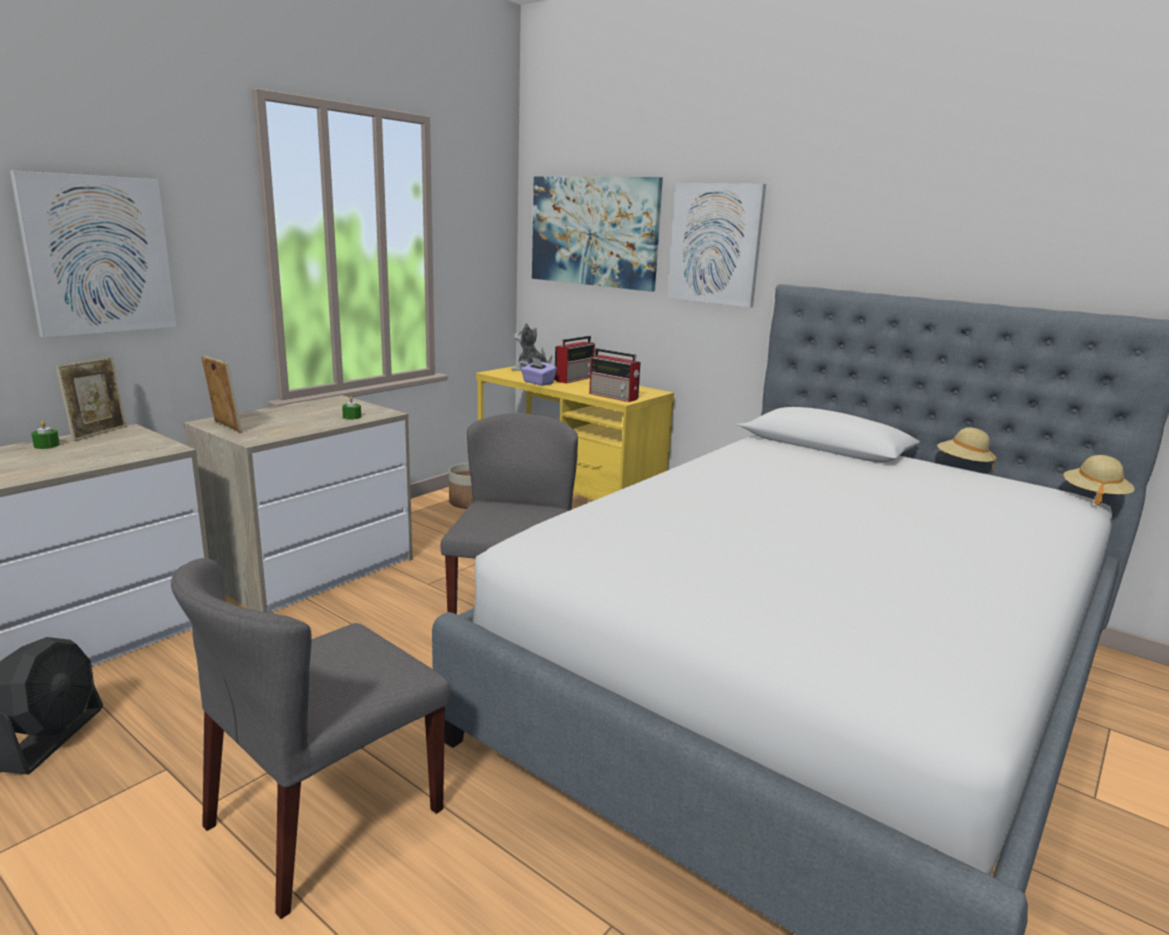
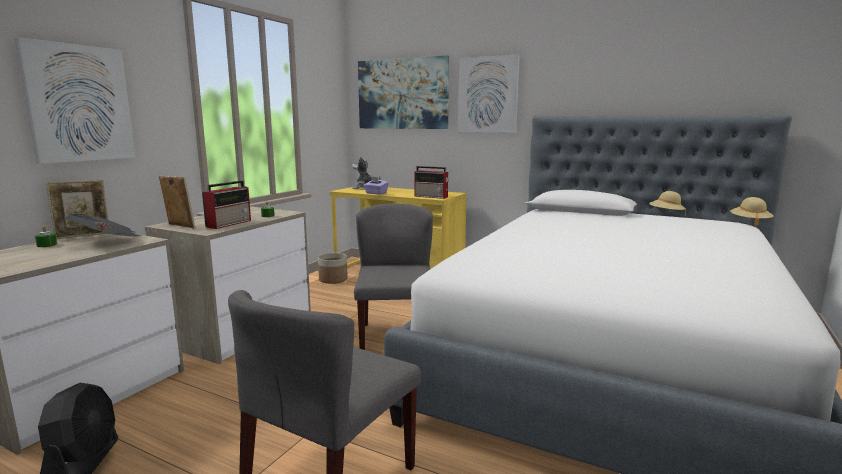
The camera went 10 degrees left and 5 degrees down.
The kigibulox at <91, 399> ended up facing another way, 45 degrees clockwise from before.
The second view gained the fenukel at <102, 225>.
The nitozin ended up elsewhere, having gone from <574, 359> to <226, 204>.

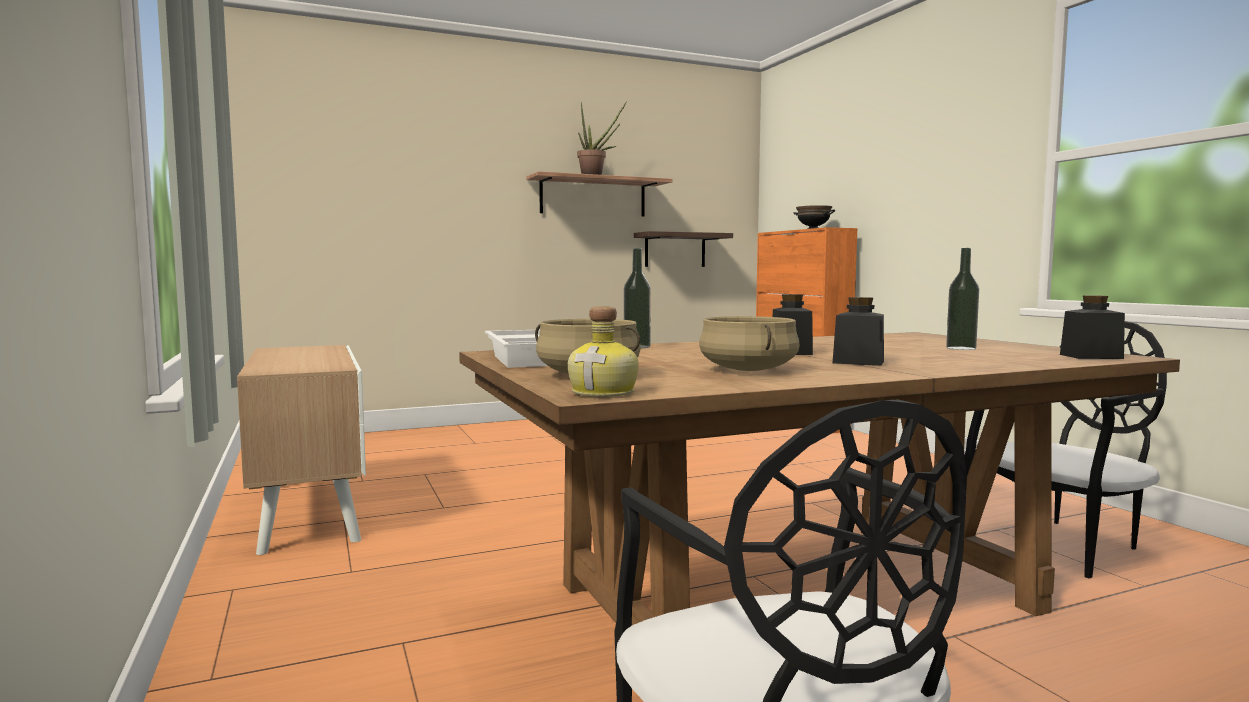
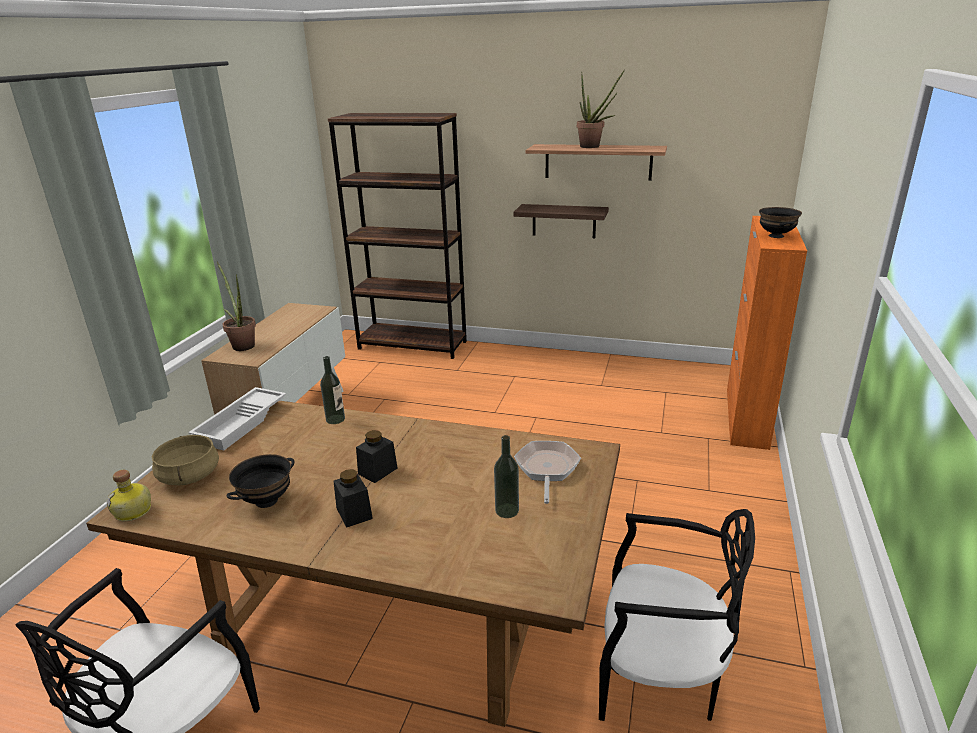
The camera went 40 degrees right and 20 degrees up.
The second view gained the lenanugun at <236, 306>.
Where the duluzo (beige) stood at <749, 343>, the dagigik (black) came to stand at <260, 481>.
The second view gained the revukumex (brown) at <397, 236>.
The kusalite ended up elsewhere, having gone from <683, 249> to <561, 221>.
The second view gained the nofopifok at <547, 472>.
The second view lost the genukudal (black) at <1092, 327>.

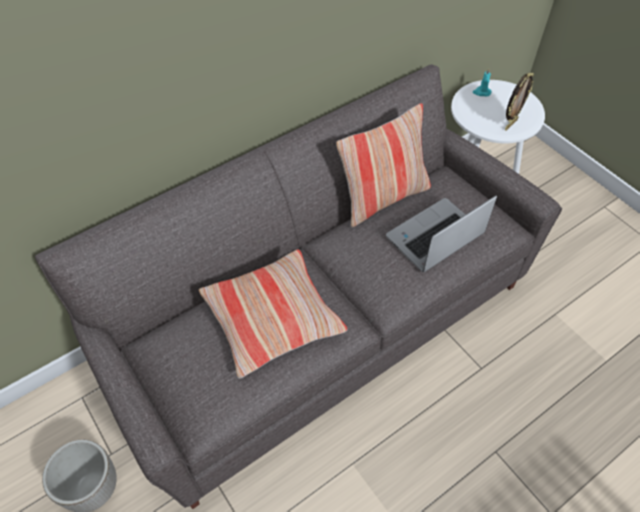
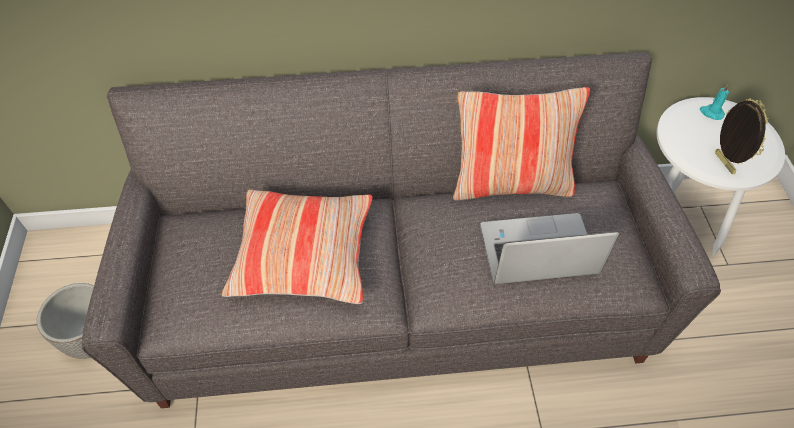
The camera went 30 degrees right and 0 degrees up.
The kigibulox at <519, 101> ended up facing another way, 90 degrees counterclockwise from before.

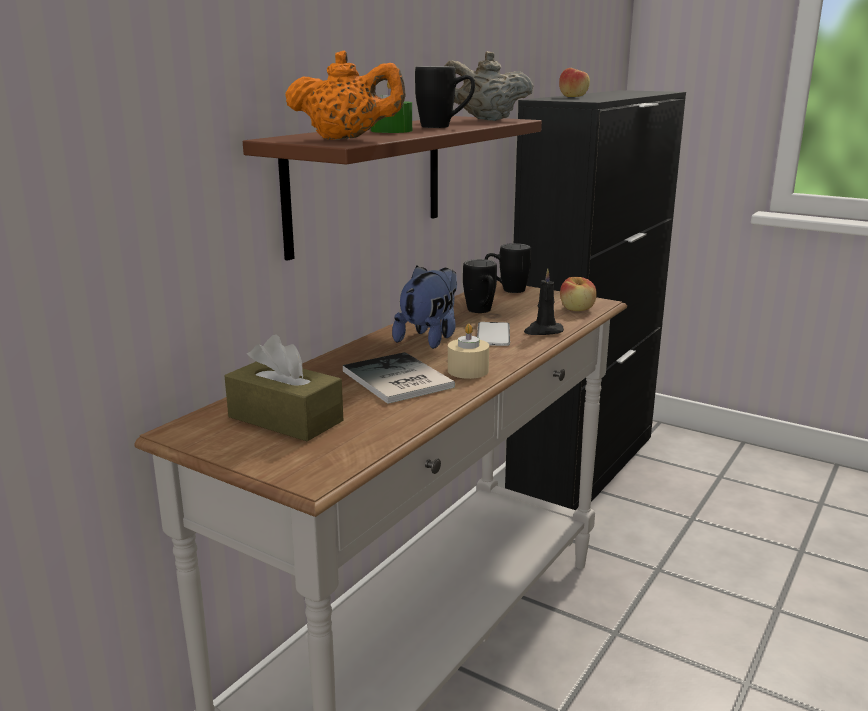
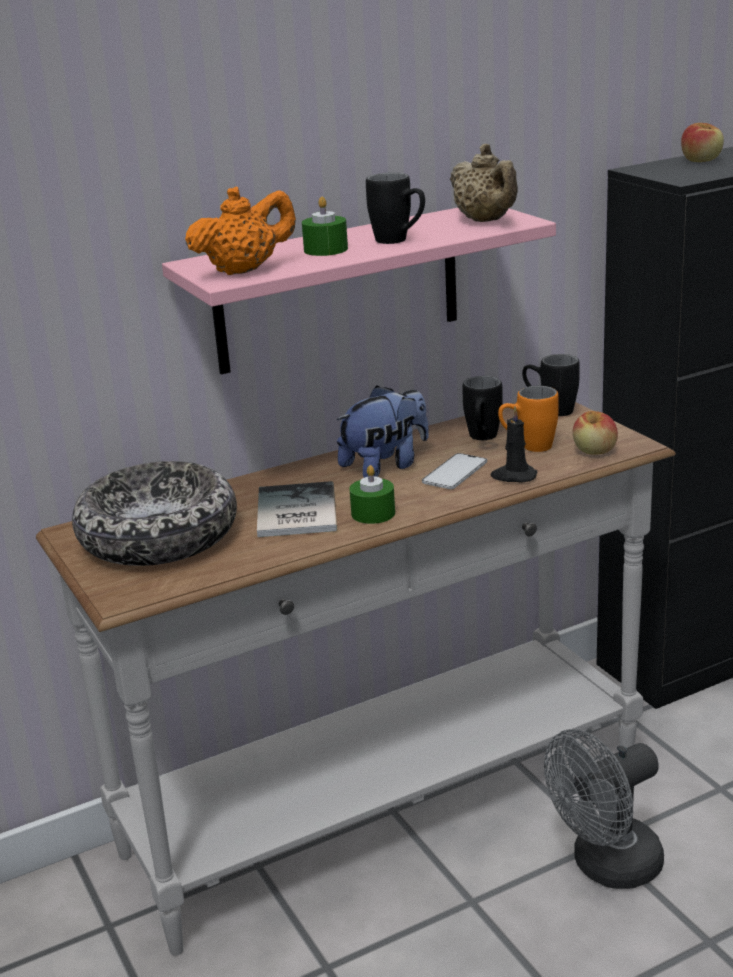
The camera went 30 degrees right and 5 degrees up.
Where the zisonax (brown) stood at <284, 388>, the dagigik came to stand at <154, 513>.
What was the kusalite (brown) at <392, 188> turned into the kusalite (pink) at <359, 291>.
The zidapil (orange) at <345, 95> ended up facing another way, 60 degrees counterclockwise from before.
What was the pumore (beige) at <468, 351> turned into the pumore (green) at <372, 494>.
The zidapil (beige) at <489, 86> ended up facing another way, 150 degrees counterclockwise from before.
The second view gained the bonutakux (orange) at <528, 419>.
The second view gained the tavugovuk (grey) at <604, 809>.

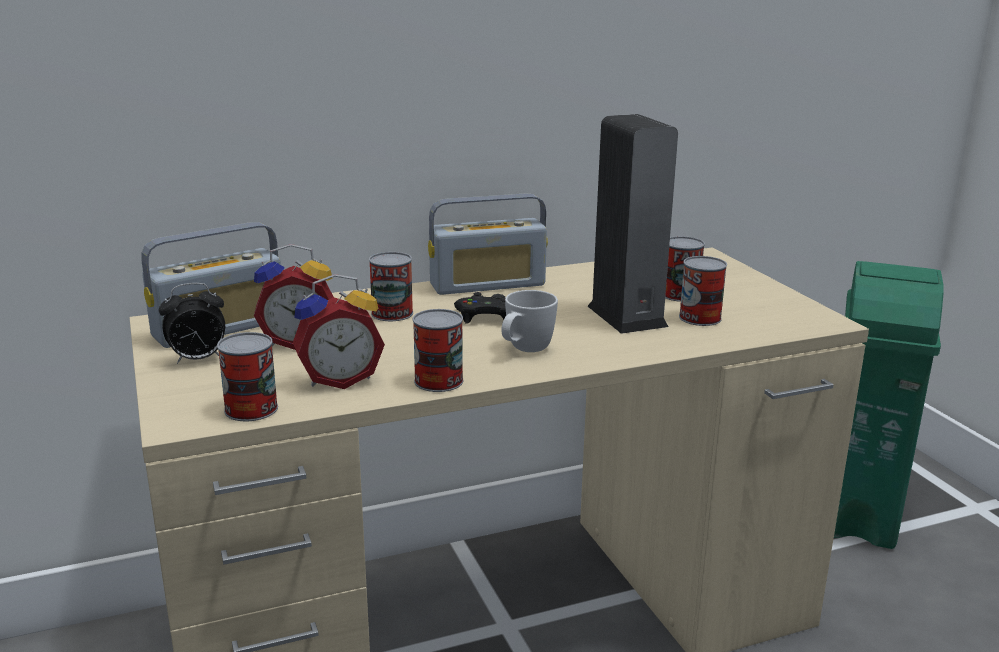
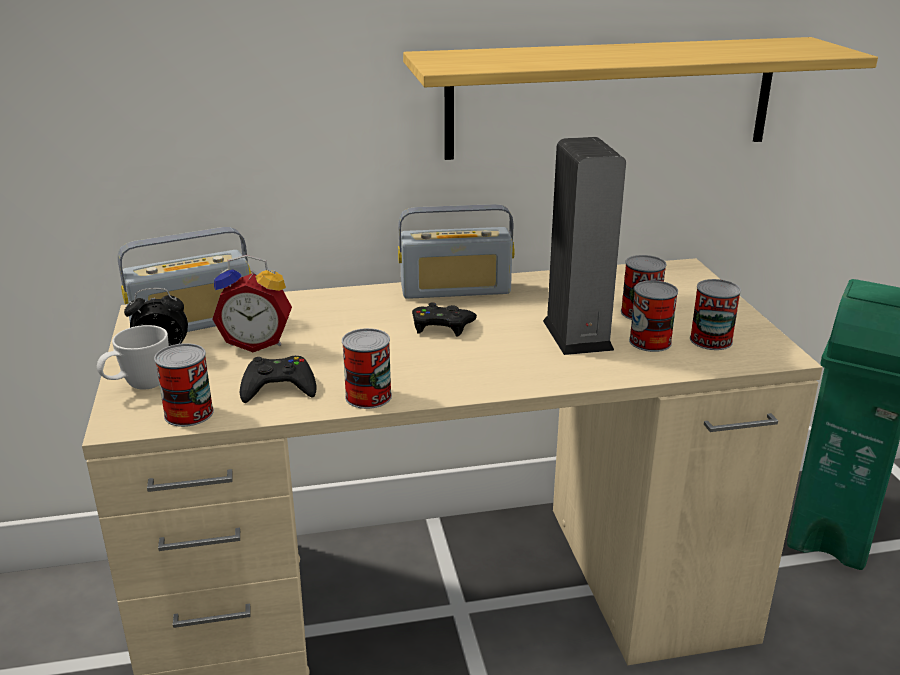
The camera went 10 degrees right and 5 degrees up.
The bonutakux (white) ended up elsewhere, having gone from <529, 321> to <133, 357>.
Where the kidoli stood at <339, 331>, the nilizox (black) came to stand at <278, 379>.
The second view gained the kusalite at <640, 98>.
The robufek ended up elsewhere, having gone from <391, 286> to <715, 314>.

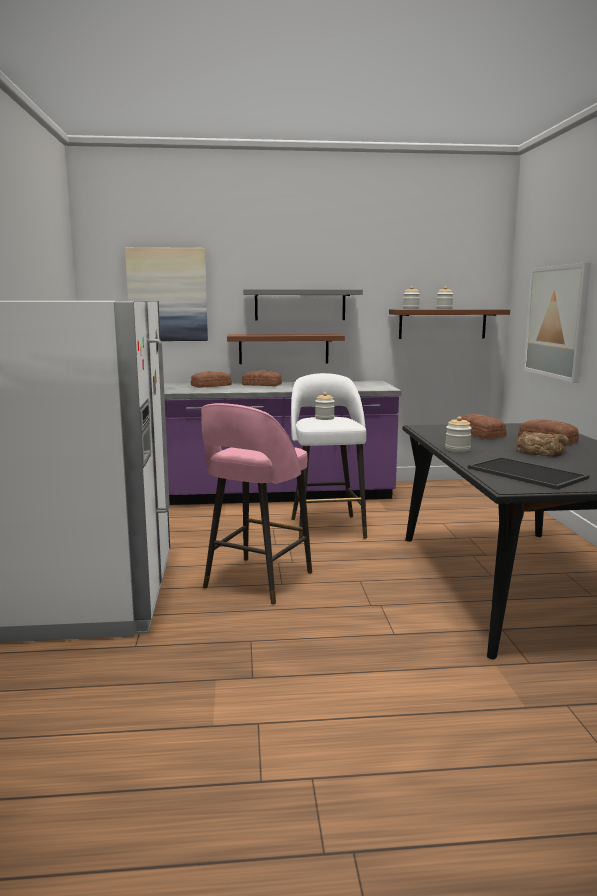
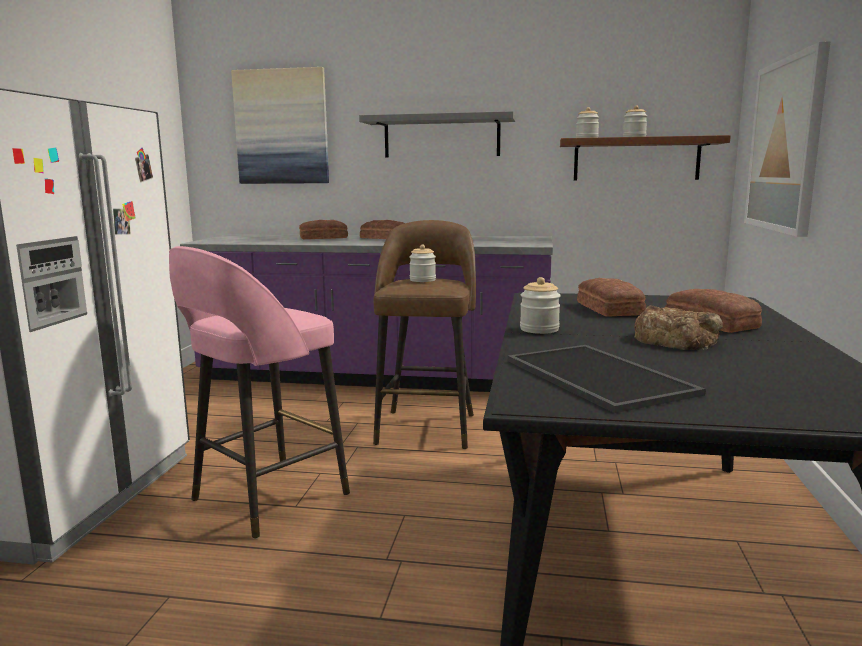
The camera went 15 degrees right and 0 degrees up.
What was the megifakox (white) at <329, 456> turned into the megifakox (brown) at <424, 334>.
The second view lost the kusalite (brown) at <286, 349>.

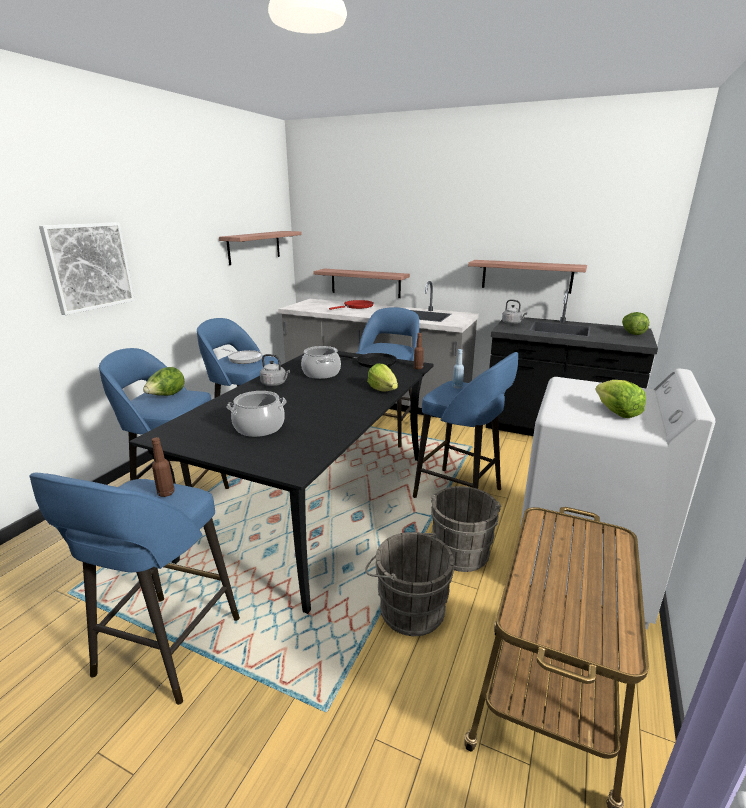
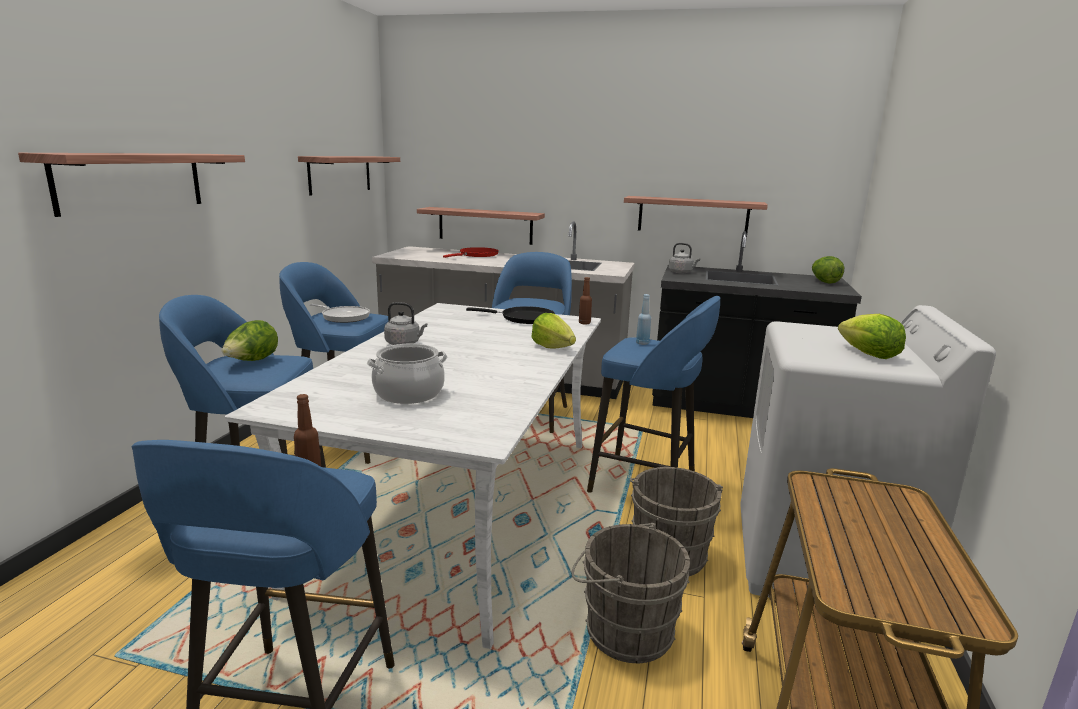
The camera went 10 degrees left and 5 degrees down.
Where the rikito hung at <87, 268>, the kusalite came to hang at <131, 185>.
What was the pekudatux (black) at <282, 482> turned into the pekudatux (white) at <413, 476>.
The second view lost the duluzo at <321, 362>.

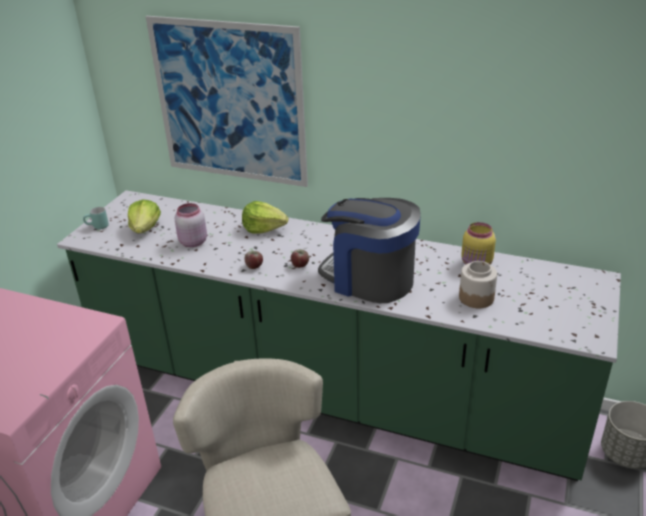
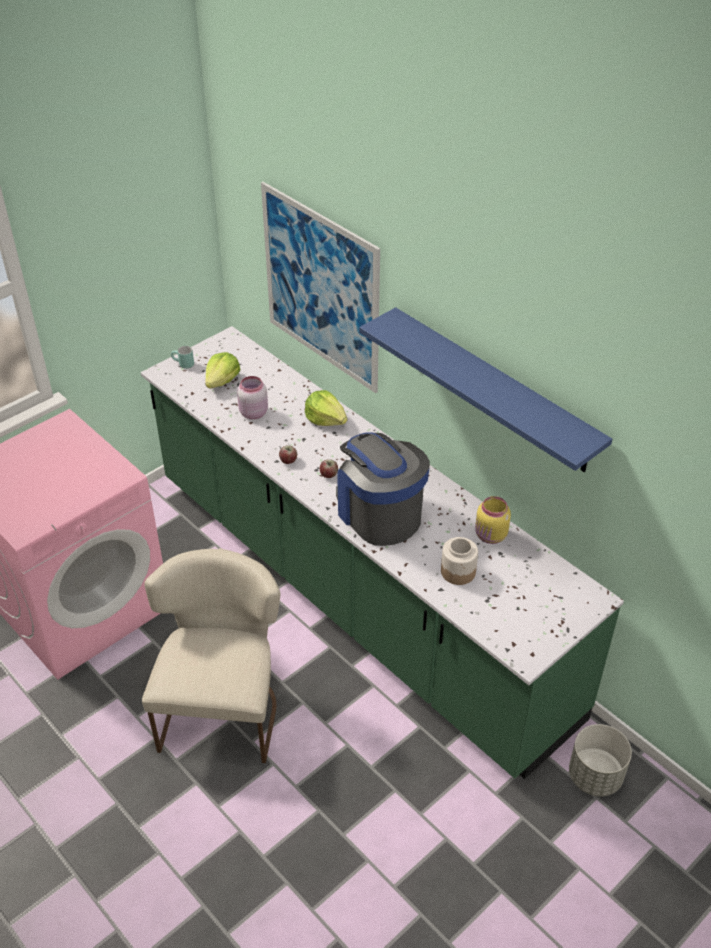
The camera went 25 degrees right and 10 degrees up.
The second view gained the kusalite (blue) at <485, 389>.

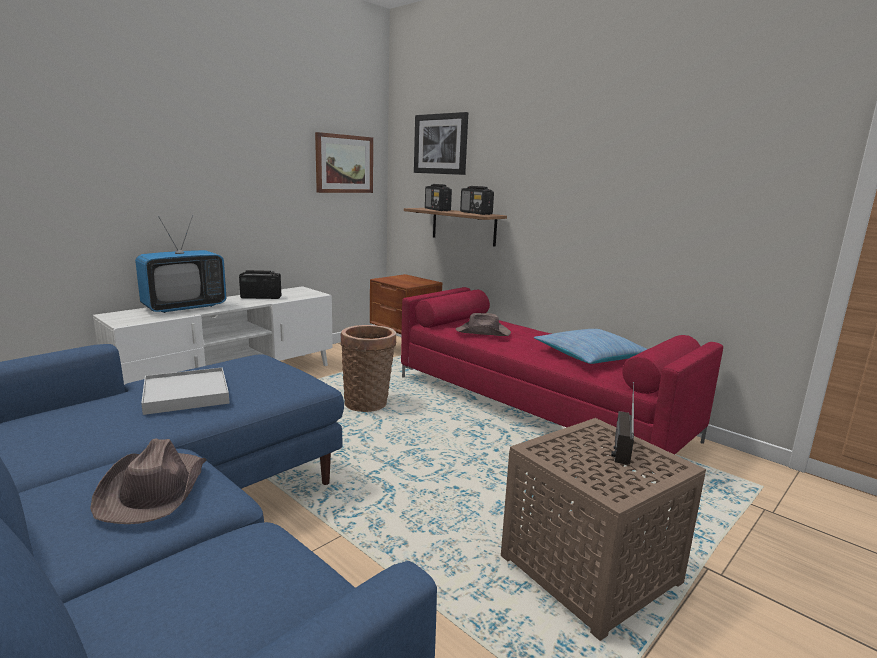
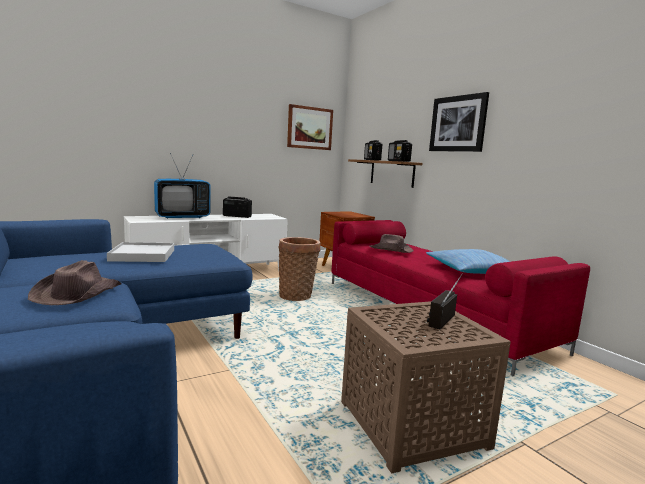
The camera went 15 degrees right and 5 degrees down.
The rikito ended up elsewhere, having gone from <441, 143> to <459, 122>.

